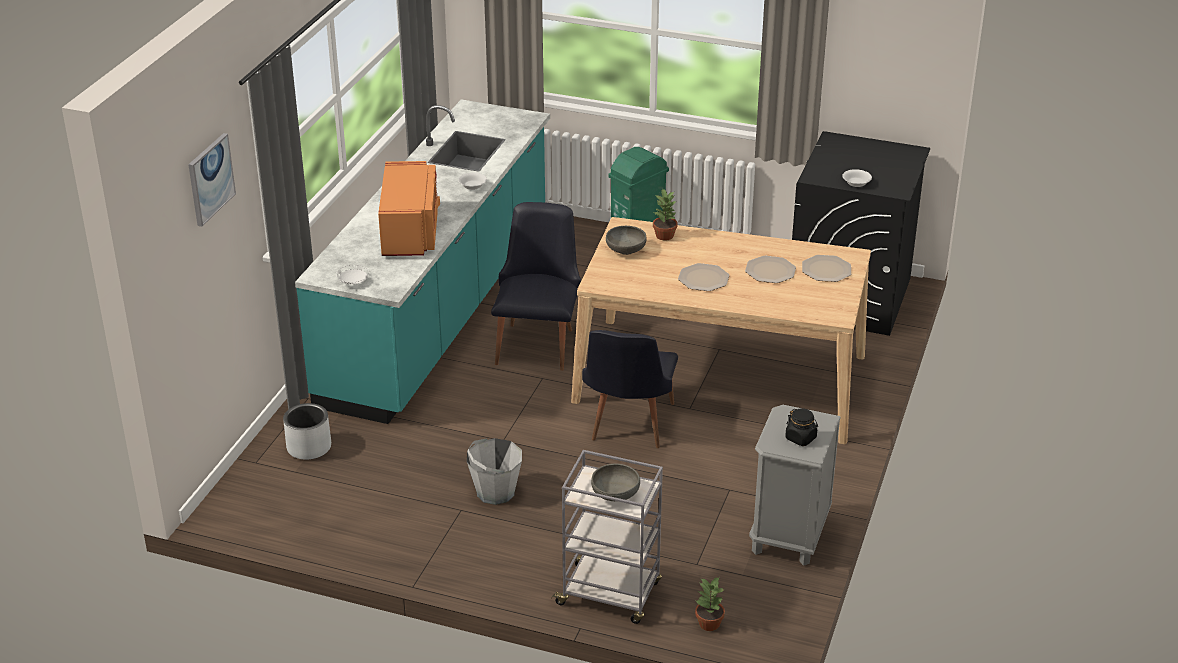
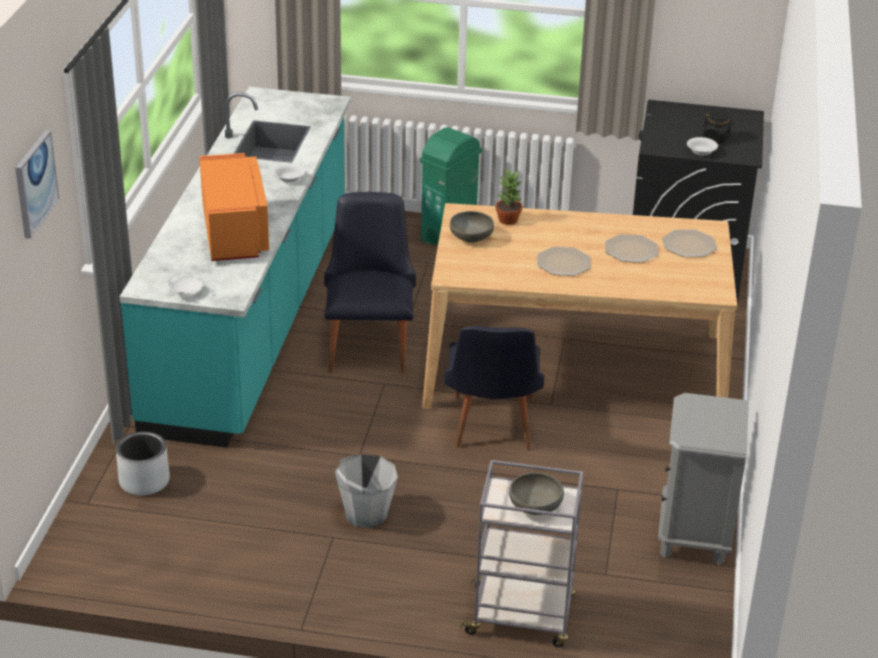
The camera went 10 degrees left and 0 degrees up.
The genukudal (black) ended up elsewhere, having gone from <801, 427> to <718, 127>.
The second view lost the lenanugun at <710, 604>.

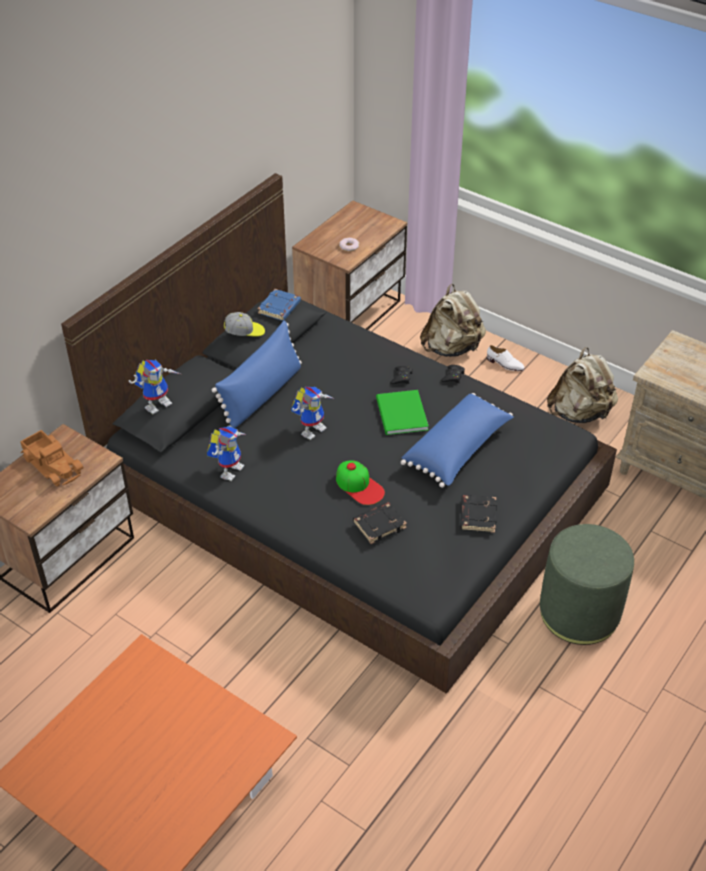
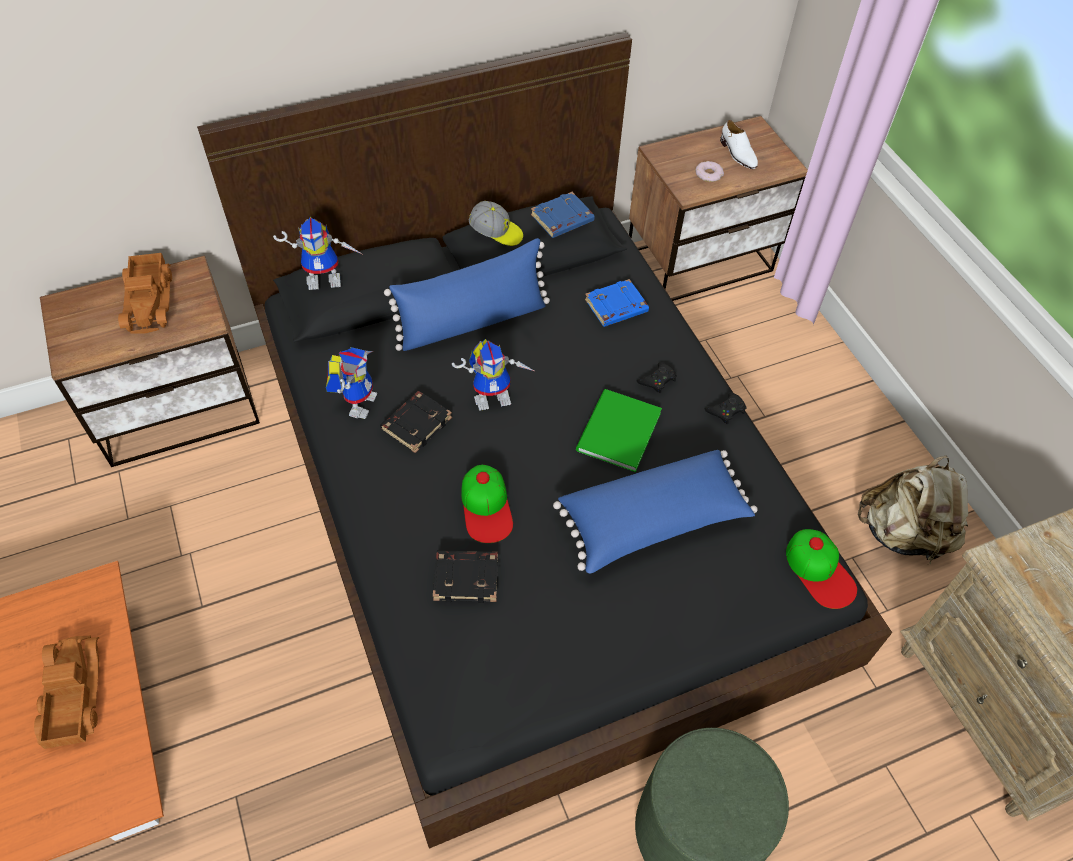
The camera went 30 degrees right and 10 degrees up.
The second view gained the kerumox at <66, 692>.
The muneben at <227, 453> ended up facing another way, 45 degrees counterclockwise from before.
The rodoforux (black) ended up elsewhere, having gone from <478, 514> to <416, 422>.
The second view gained the rodoforux (blue) at <617, 303>.
The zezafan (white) ended up elsewhere, having gone from <506, 358> to <739, 144>.
The second view gained the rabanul at <821, 569>.
The second view lost the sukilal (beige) at <453, 320>.

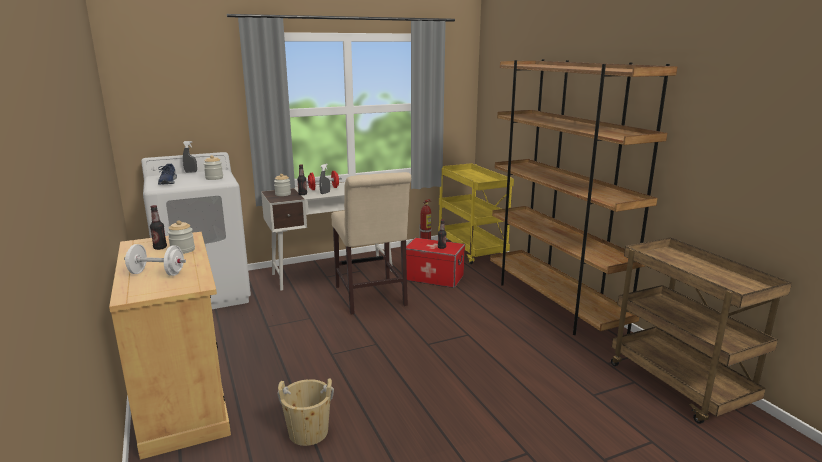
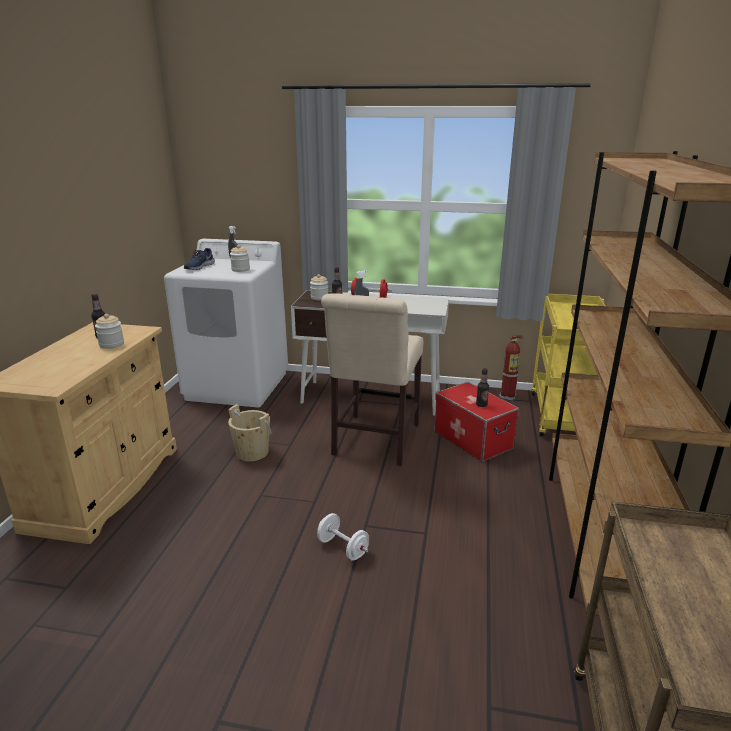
The camera went 35 degrees right and 5 degrees up.
The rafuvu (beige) ended up elsewhere, having gone from <306, 412> to <250, 432>.
The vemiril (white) ended up elsewhere, having gone from <155, 260> to <343, 537>.

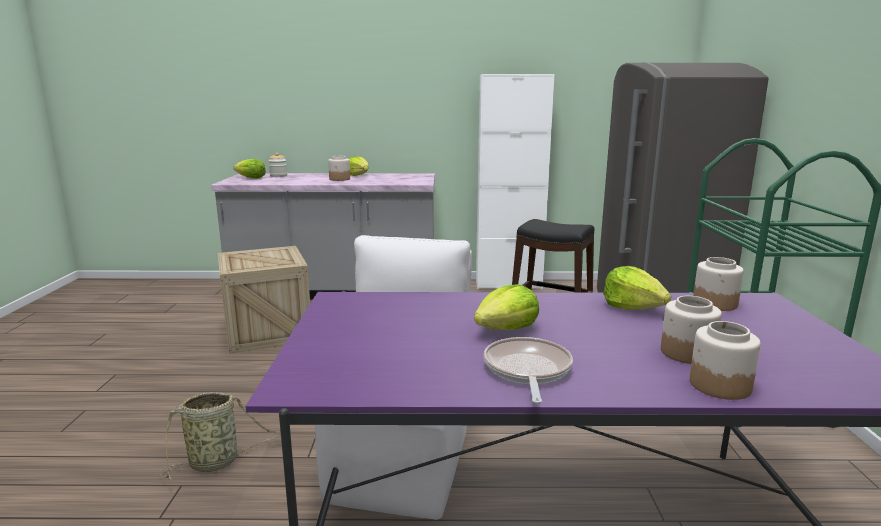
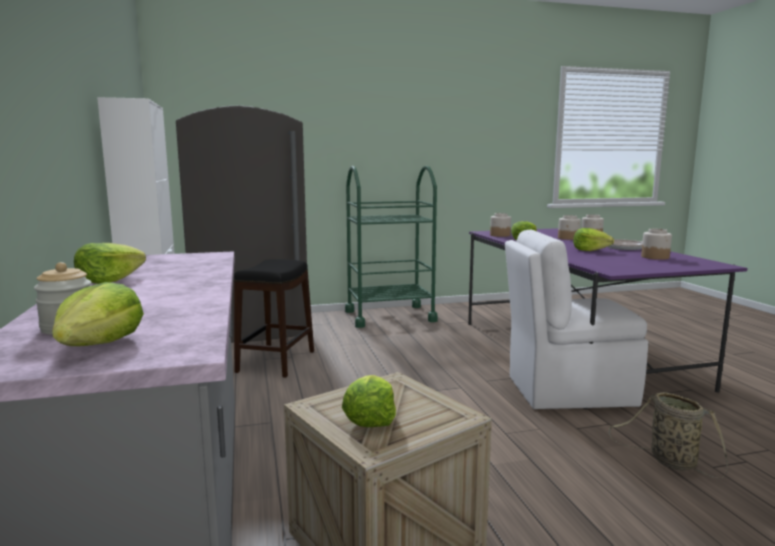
The camera went 105 degrees left and 5 degrees down.
The second view gained the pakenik at <369, 401>.
The genukudal ended up elsewhere, having gone from <339, 168> to <656, 244>.

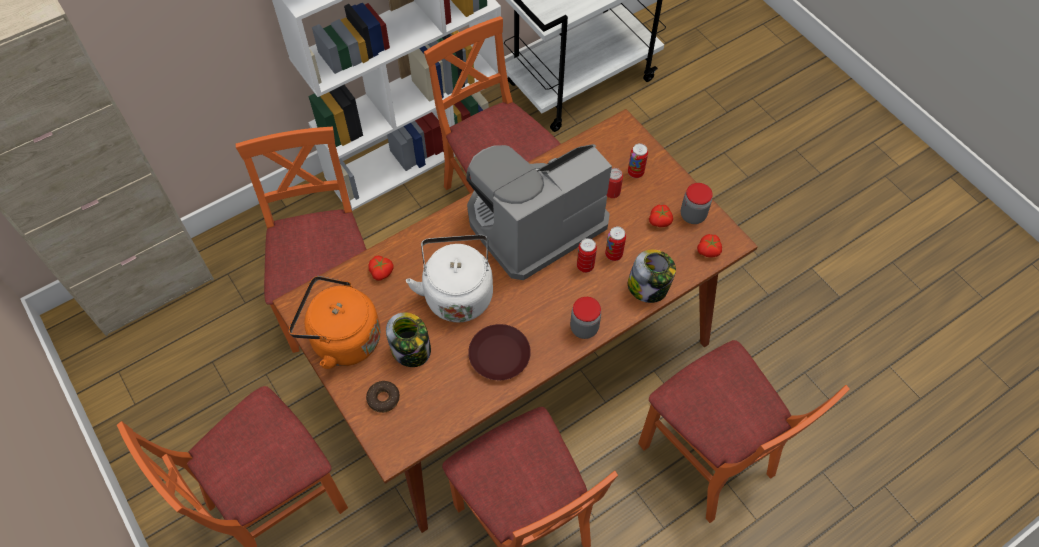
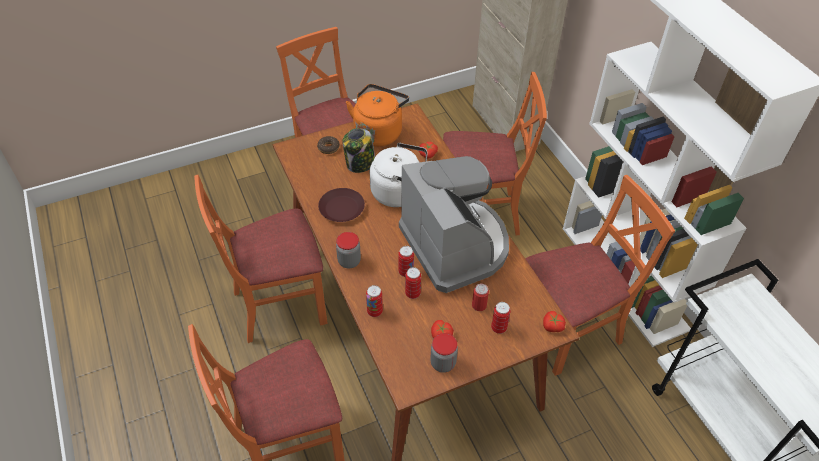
The camera went 100 degrees right and 10 degrees down.
Where the genukudal stood at <652, 276>, the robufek came to stand at <374, 301>.
The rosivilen ended up elsewhere, having gone from <709, 246> to <554, 321>.

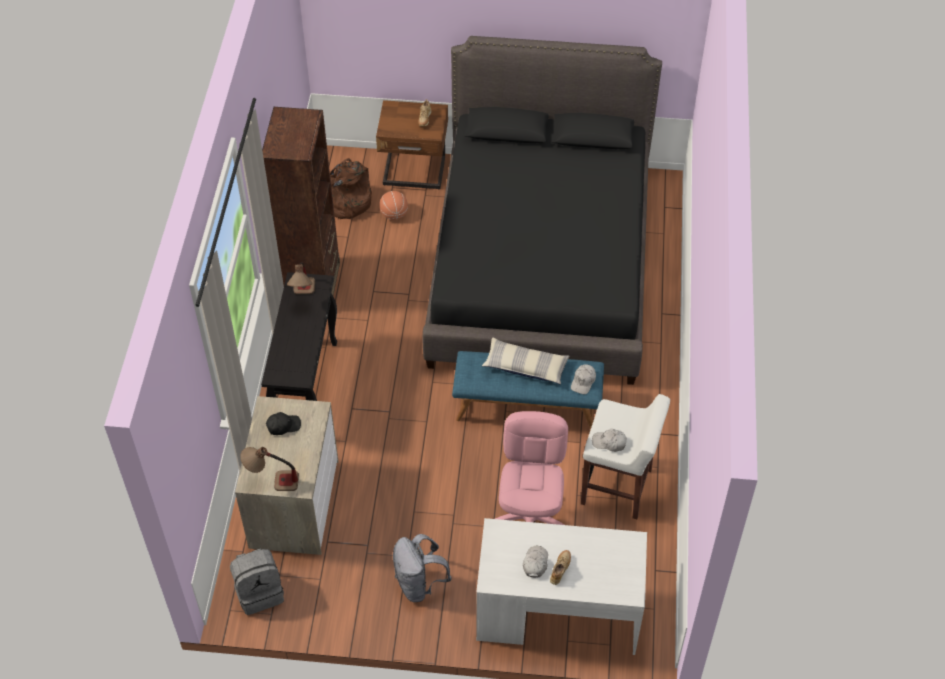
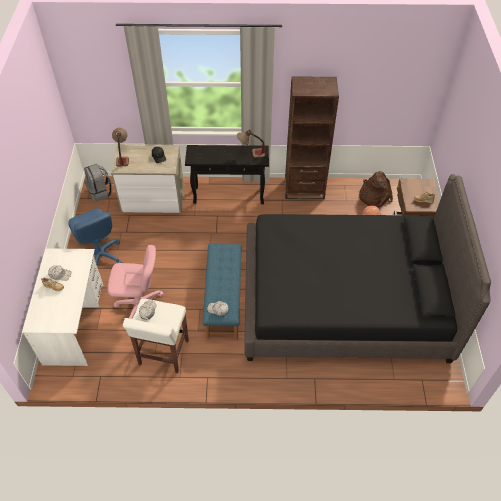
The camera went 85 degrees right and 0 degrees up.
Where the sukilal (grey) stood at <422, 568>, the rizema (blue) came to stand at <95, 236>.
The second view lost the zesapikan at <525, 361>.

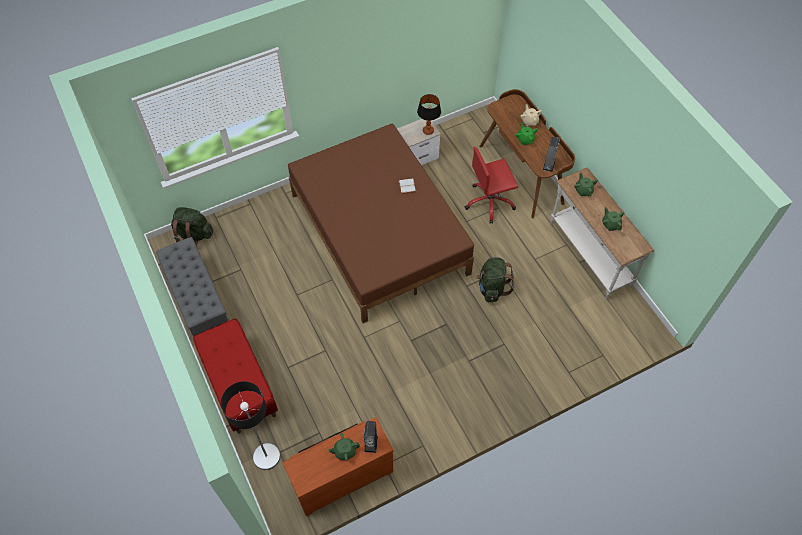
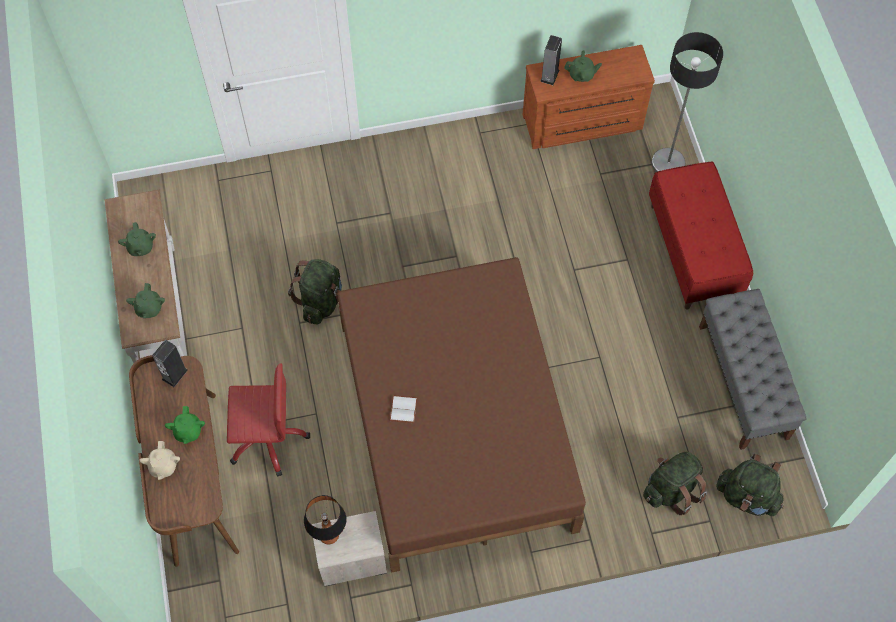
The camera went 165 degrees left and 5 degrees up.
The second view gained the sukilal (green) at <675, 483>.

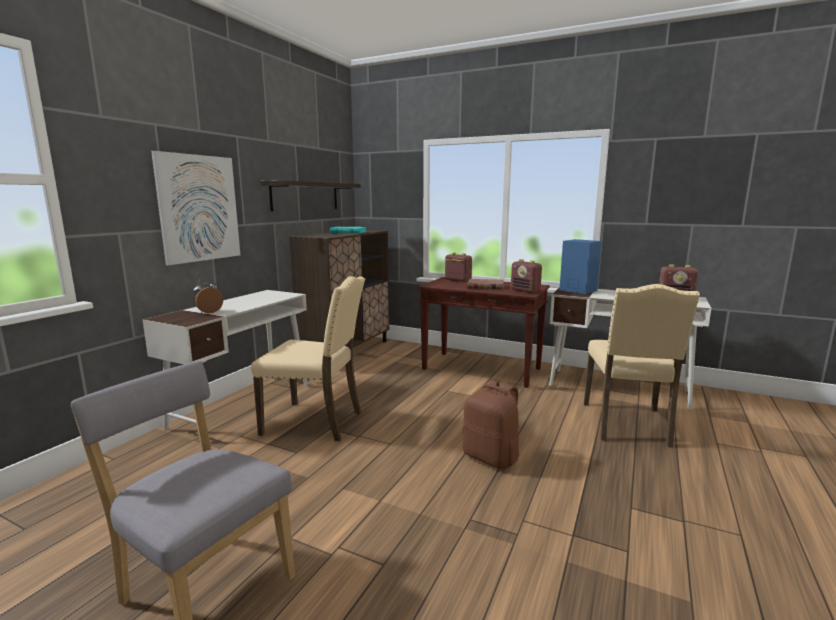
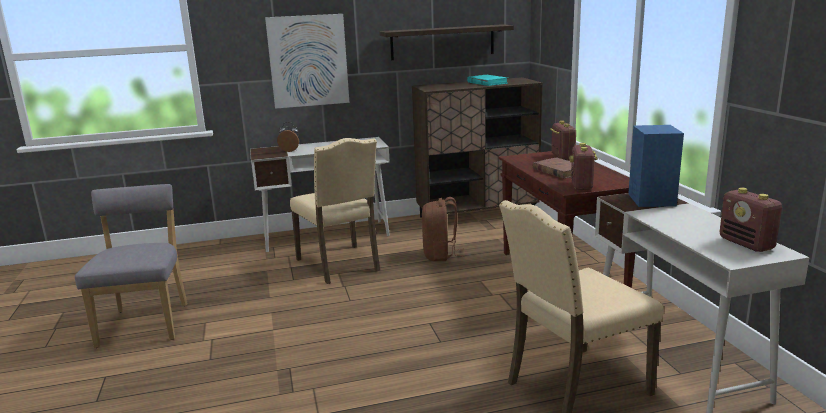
The camera went 50 degrees right and 5 degrees up.
The sukilal (brown) ended up elsewhere, having gone from <490, 424> to <443, 229>.

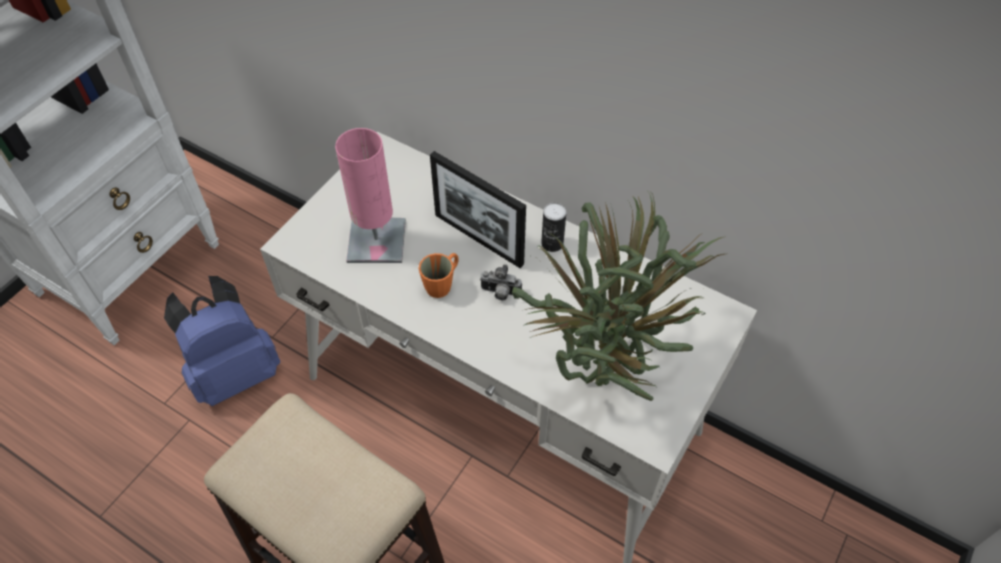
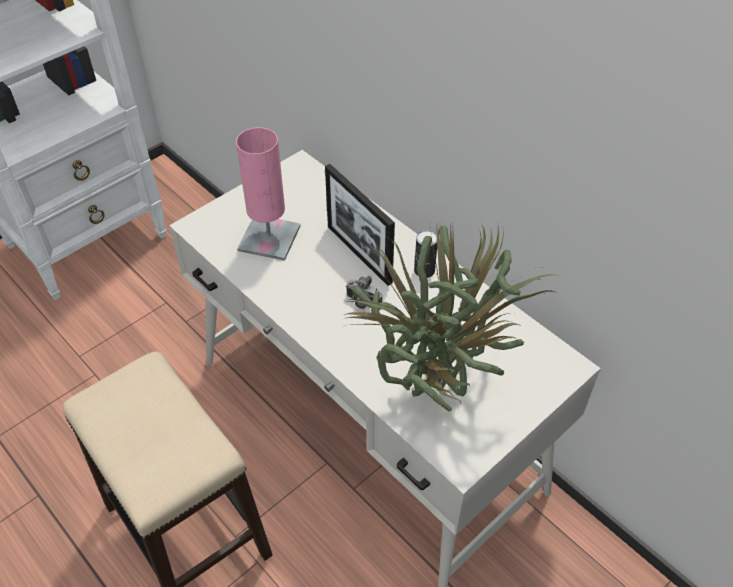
The camera went 15 degrees right and 5 degrees down.
The second view lost the sukilal (blue) at <222, 341>.
The second view lost the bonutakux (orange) at <438, 275>.

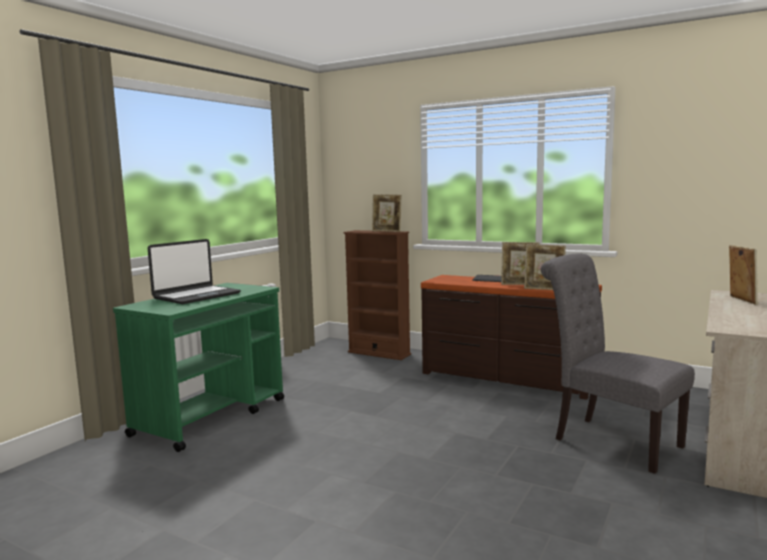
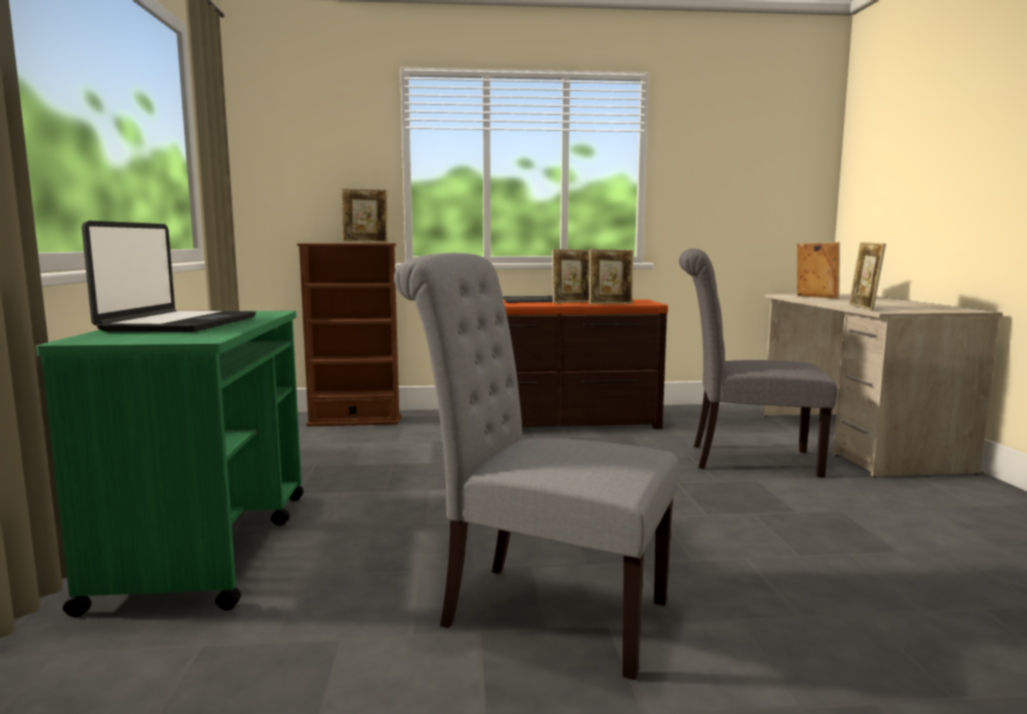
The camera went 35 degrees left and 0 degrees up.
The second view gained the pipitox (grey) at <536, 466>.
The second view gained the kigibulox at <867, 276>.

